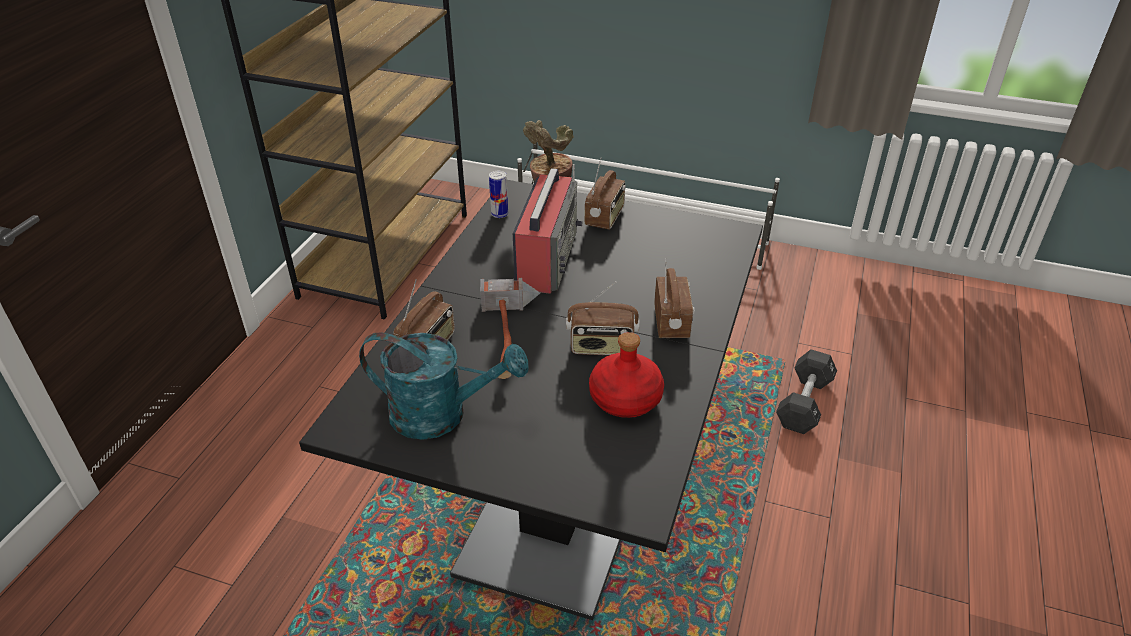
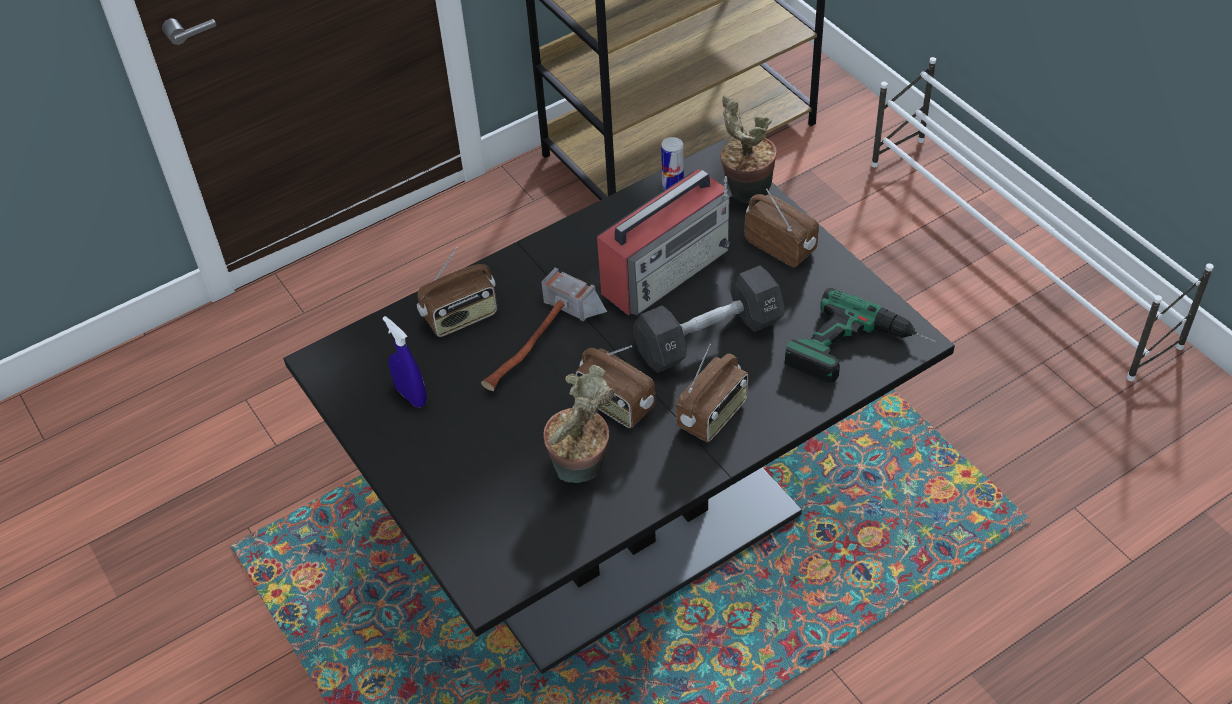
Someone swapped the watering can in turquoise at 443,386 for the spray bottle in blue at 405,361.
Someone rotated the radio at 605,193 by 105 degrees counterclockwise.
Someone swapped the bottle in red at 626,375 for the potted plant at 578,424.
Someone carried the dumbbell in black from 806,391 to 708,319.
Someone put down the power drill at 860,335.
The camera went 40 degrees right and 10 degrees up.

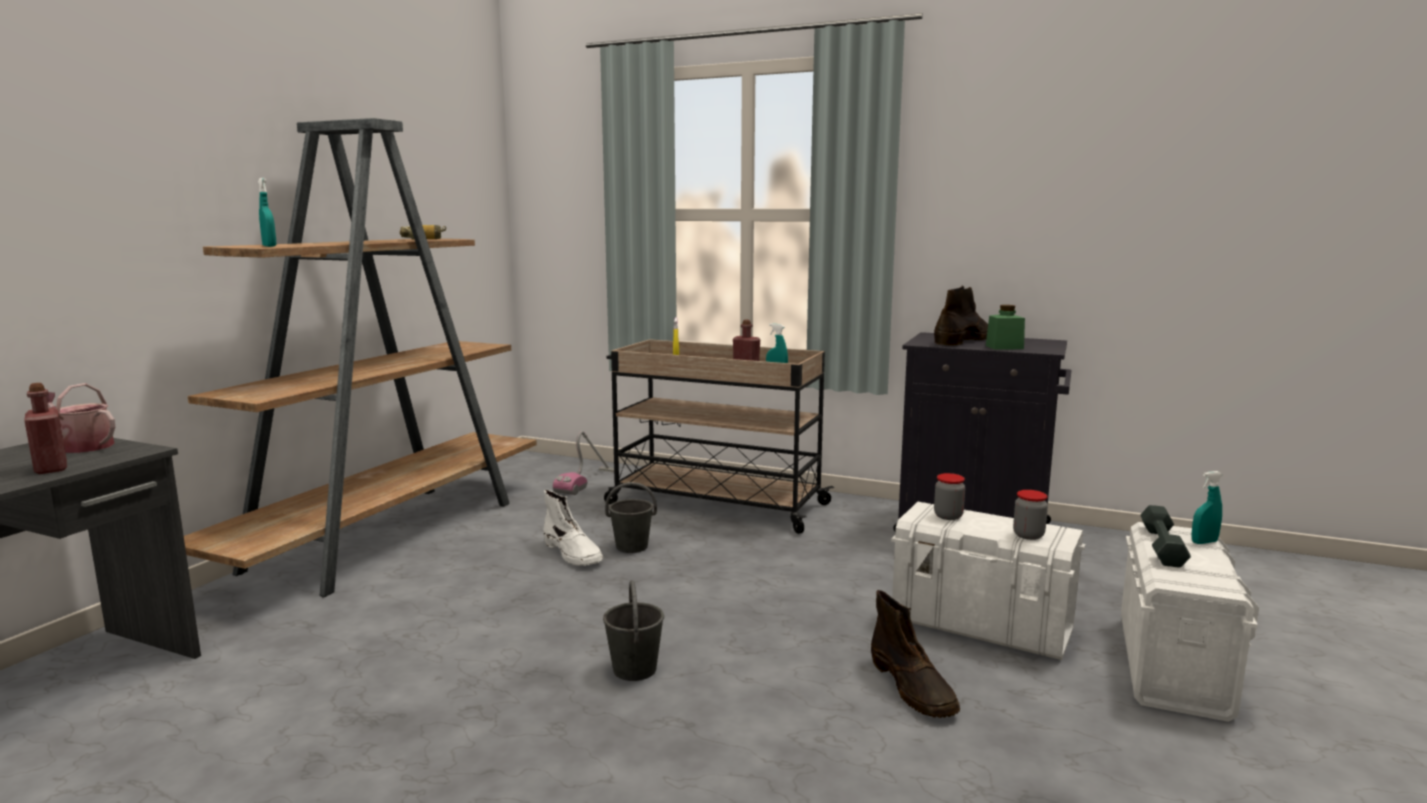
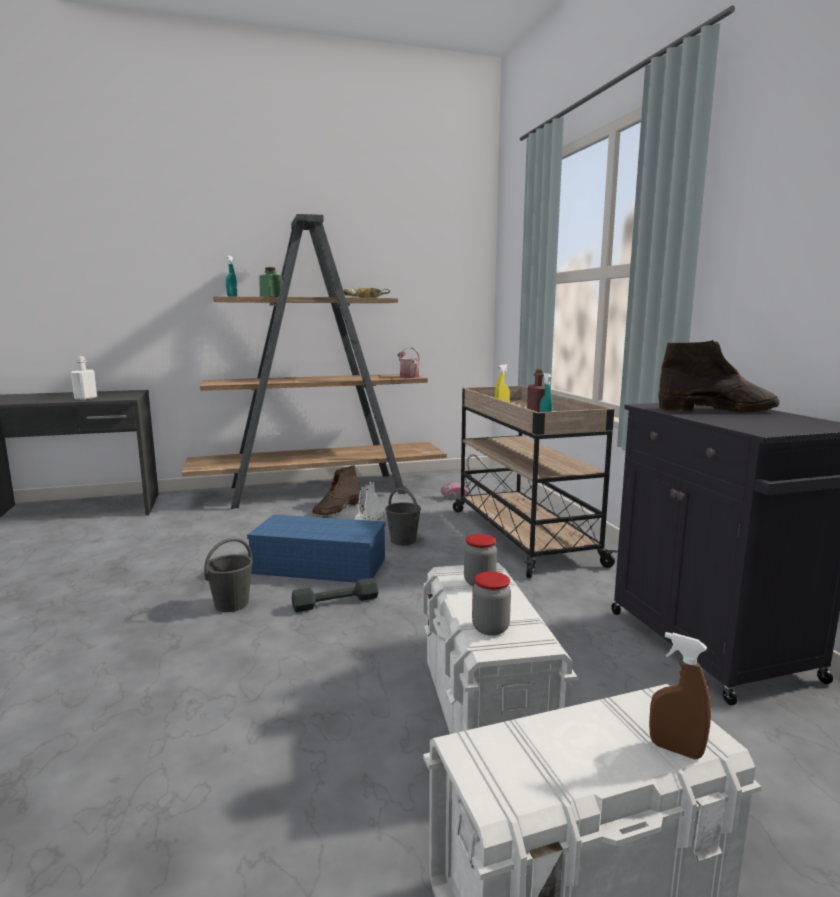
Someone repainted the bottle in red at 45,428, which became the bottle in white at 84,378.
Someone carried the watering can from 80,418 to 409,363.
Someone carried the boot in brown from 915,654 to 336,490.
Someone carried the jar in green from 1005,327 to 271,282.
Someone carried the dumbbell in grey from 1166,536 to 335,595.
Someone repainted the spray bottle in turquoise at 1207,507, which became the spray bottle in brown at 680,695.
Someone put down the storage box in blue at 316,548.
The camera went 50 degrees right and 0 degrees up.

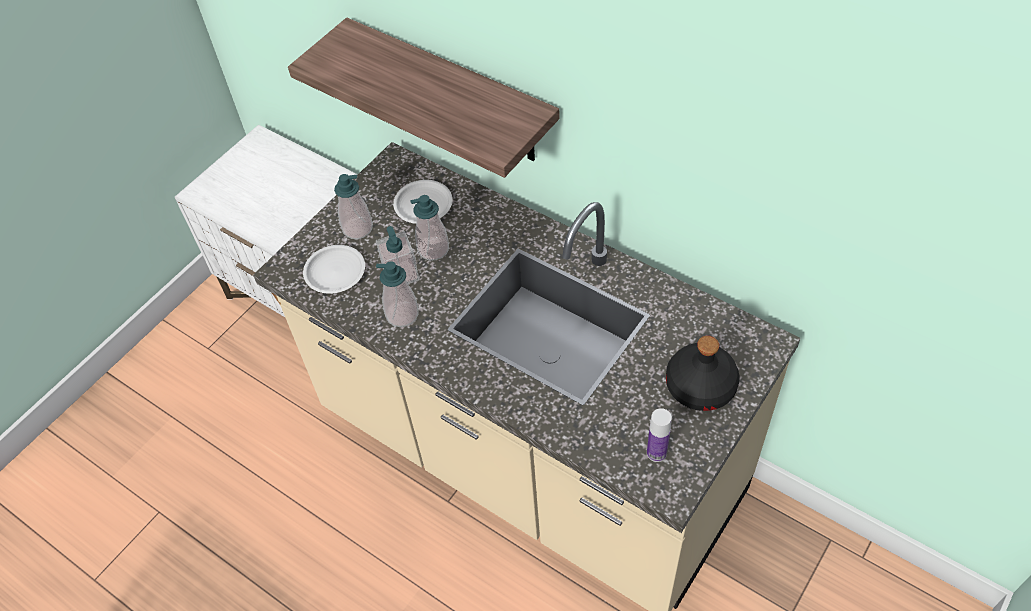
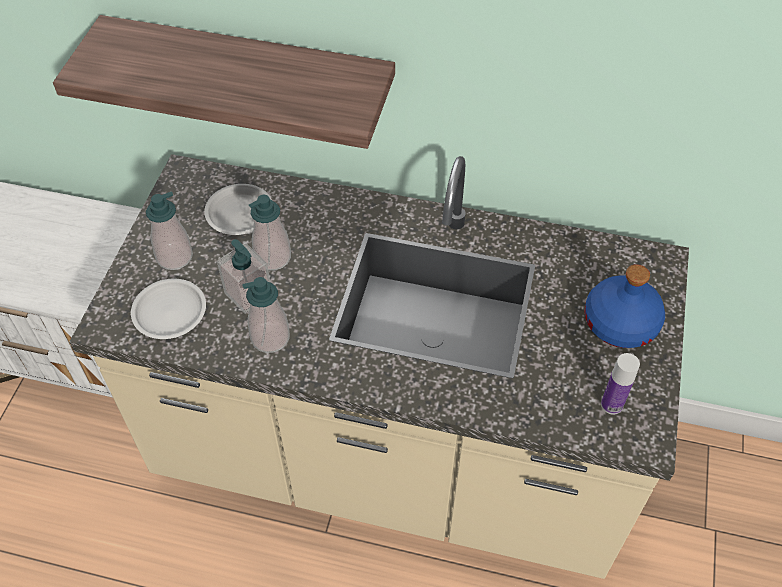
Someone repainted the bottle in black at 703,373, which became the bottle in blue at 624,306.
The camera went 25 degrees left and 0 degrees up.

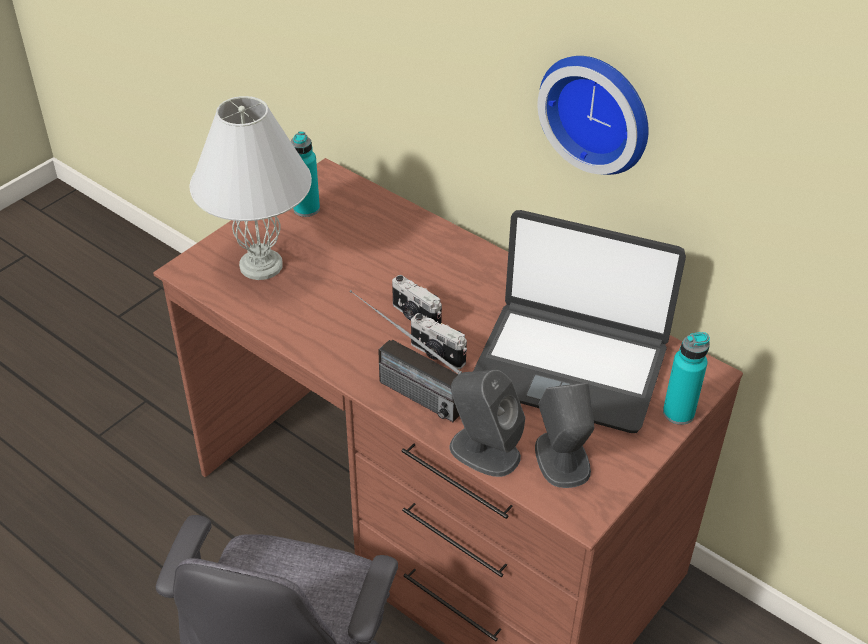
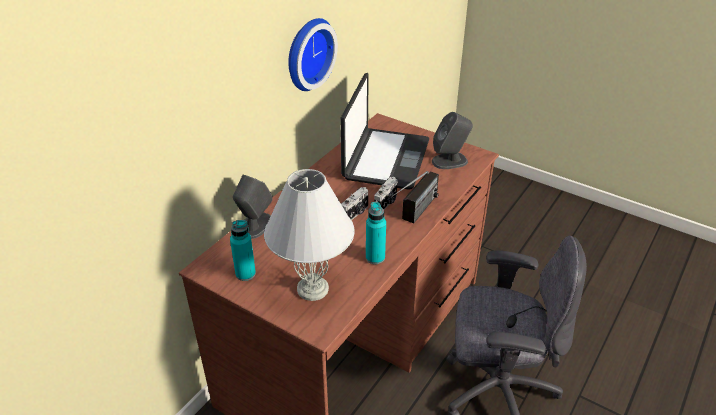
Someone carried the speaker in grey from 487,423 to 253,207.
Someone carried the bottle in turquoise from 686,378 to 376,233.
The camera went 95 degrees left and 5 degrees down.

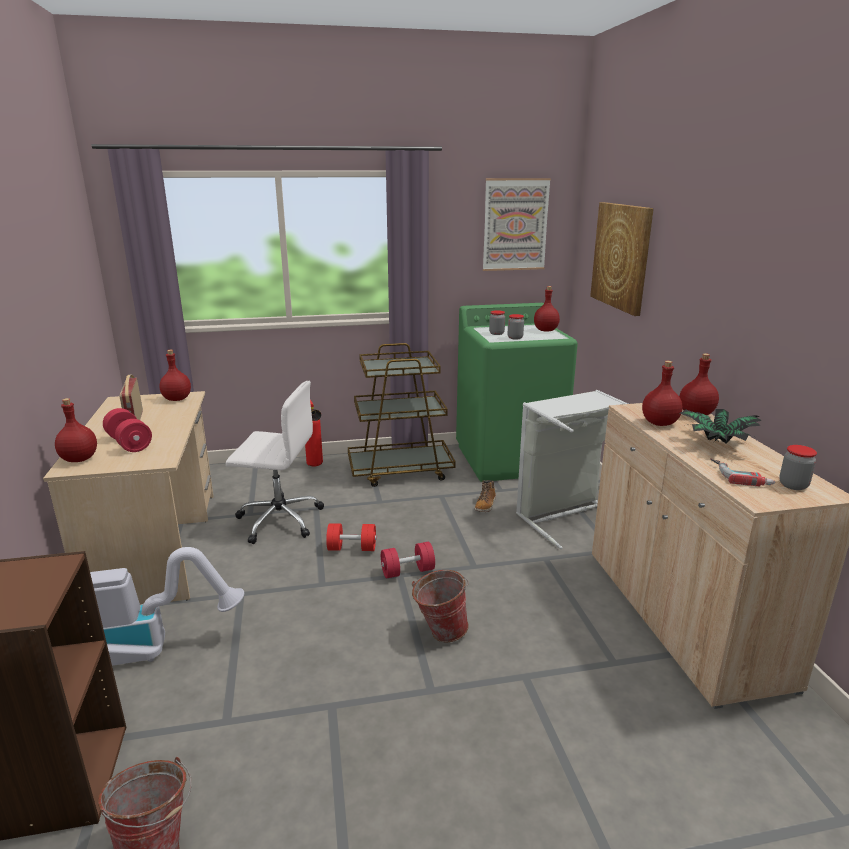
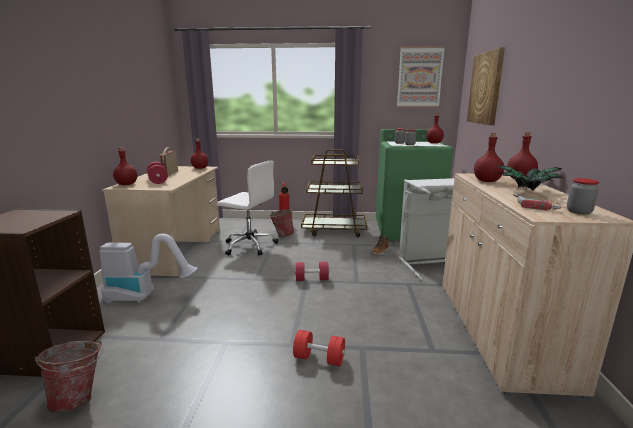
Someone carried the dumbbell in red from 351,537 to 319,348.
Someone carried the bucket from 440,606 to 281,223.
The camera went 15 degrees right and 5 degrees down.

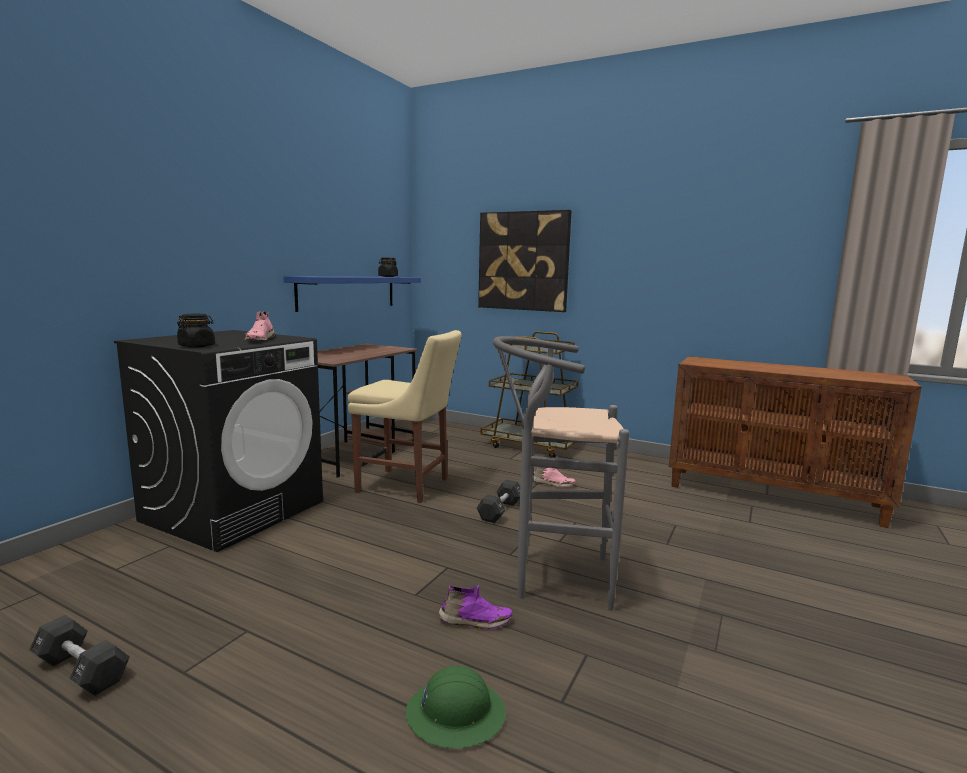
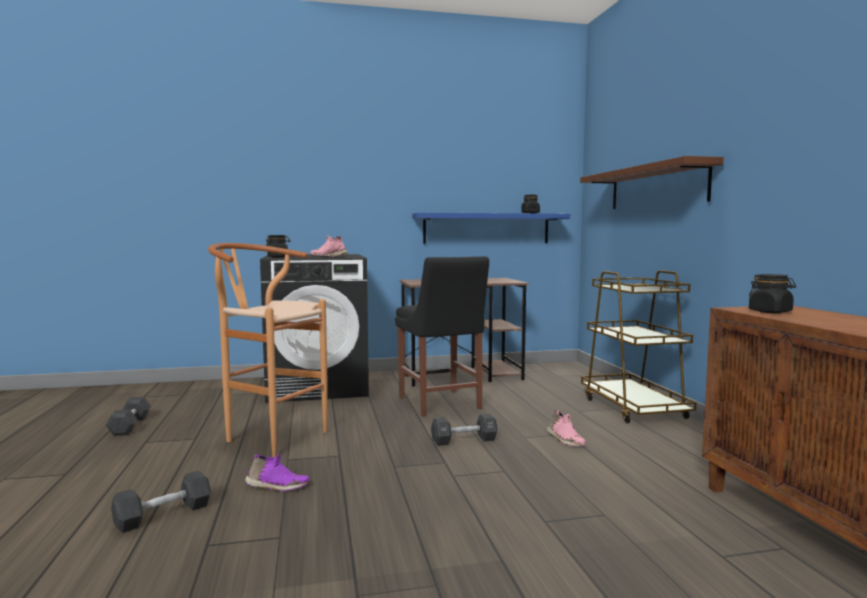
Someone repainted the chair in beige at 405,416, which became the chair in black at 442,336.
Someone swapped the hard hat in green at 456,707 for the dumbbell in black at 161,502.
Someone rotated the shoe in purple at 475,607 by 45 degrees counterclockwise.
Someone swapped the picture at 525,261 for the shelf in brown at 652,182.
Someone took away the stool in grey at 561,473.
Someone put down the stool in brown at 268,350.
Someone put down the jar in black at 772,293.
The camera went 50 degrees right and 5 degrees down.

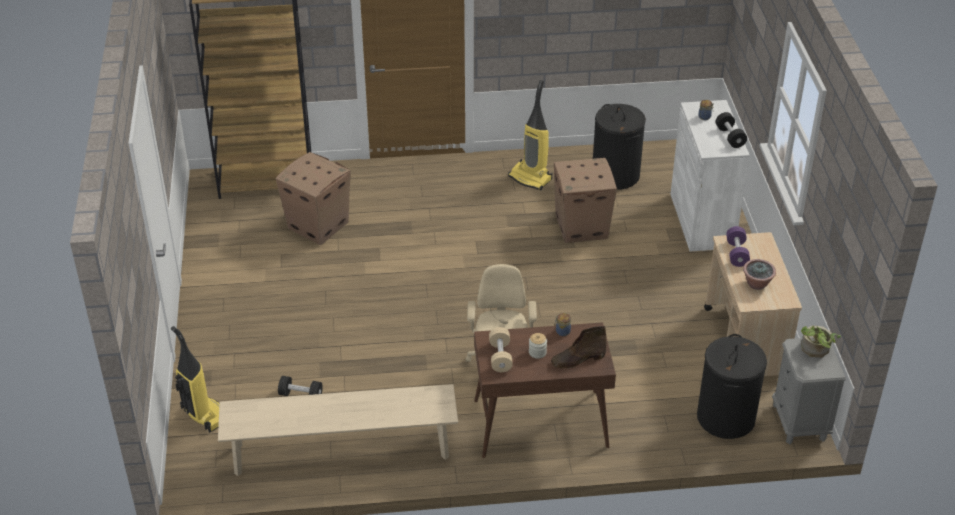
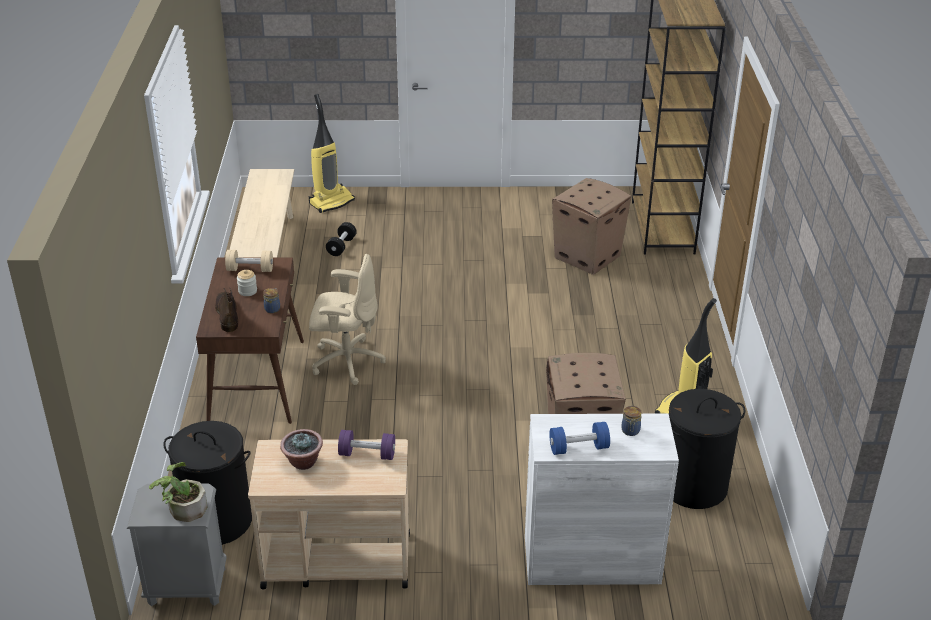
Someone repainted the dumbbell in black at 731,130, which became the dumbbell in blue at 579,438.
The camera went 95 degrees right and 5 degrees down.

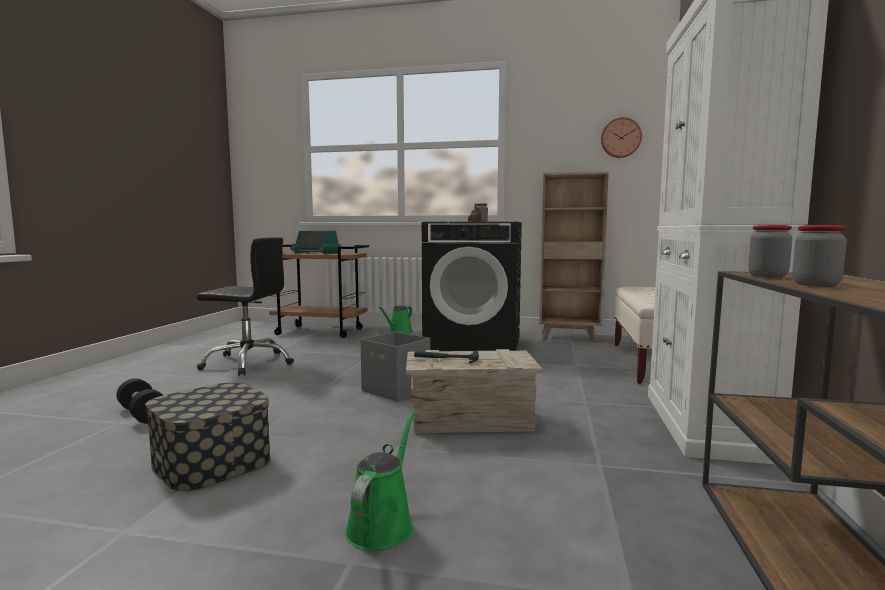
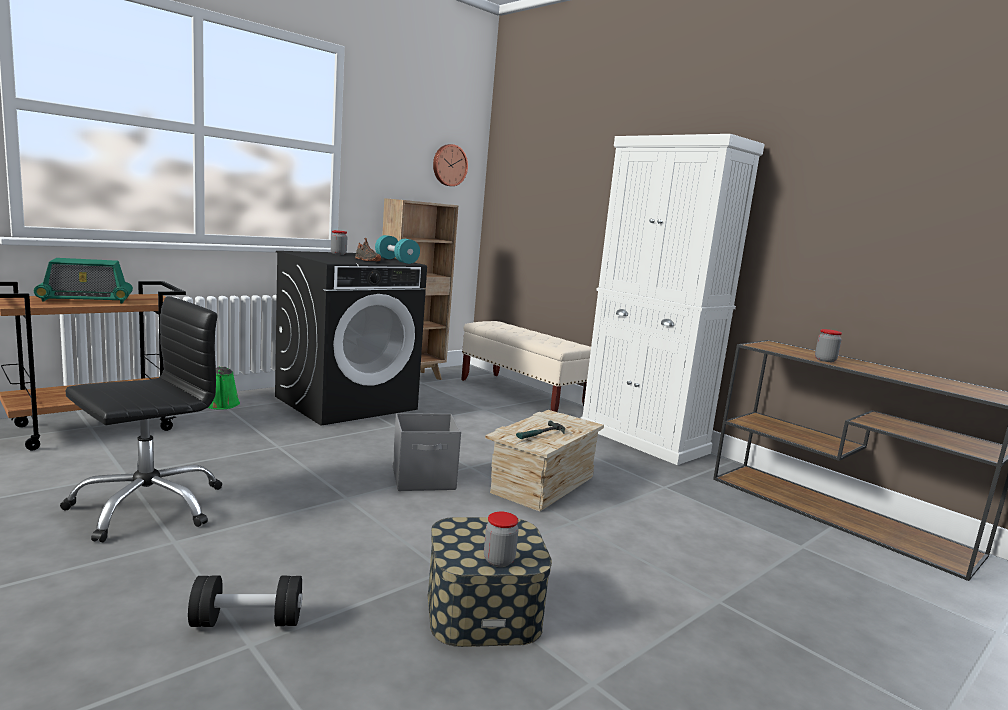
Someone took away the watering can in green at 379,482.
Someone carried the jar from 770,251 to 501,539.
Someone put down the dumbbell in turquoise at 397,249.
The camera went 55 degrees left and 5 degrees up.

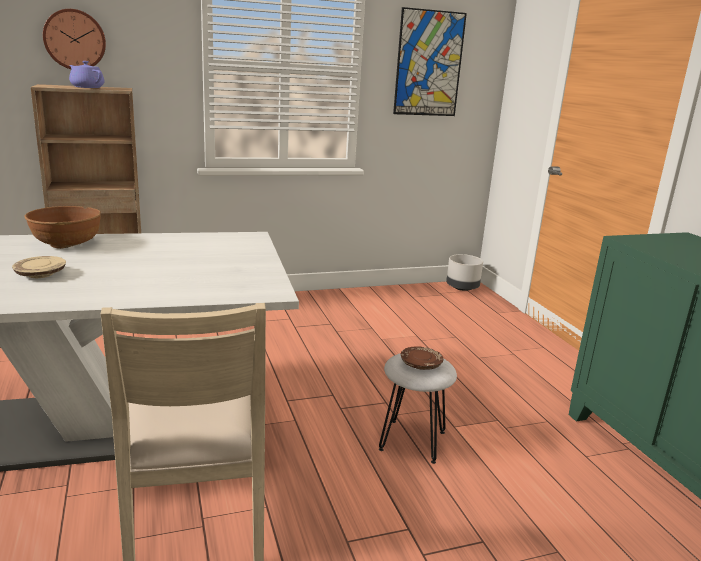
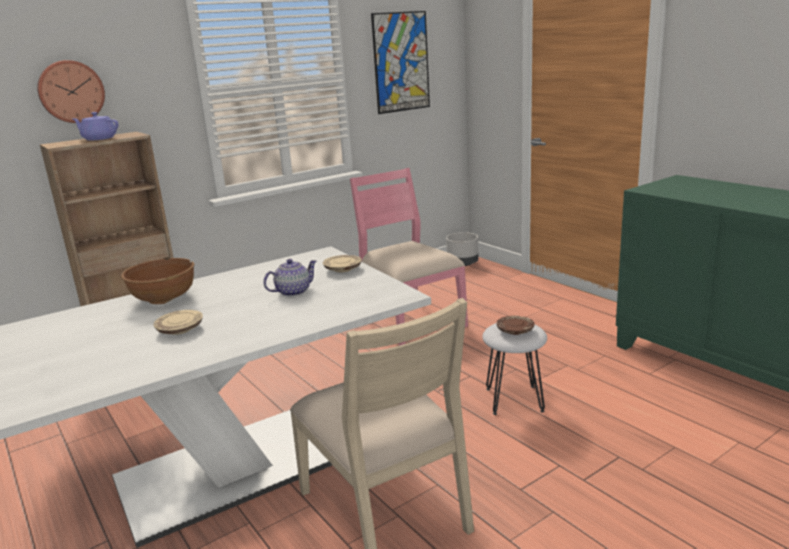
Someone put down the teapot at 290,277.
Someone put down the plate in beige at 342,263.
Someone put down the chair in pink at 409,257.
The camera went 15 degrees left and 0 degrees up.

